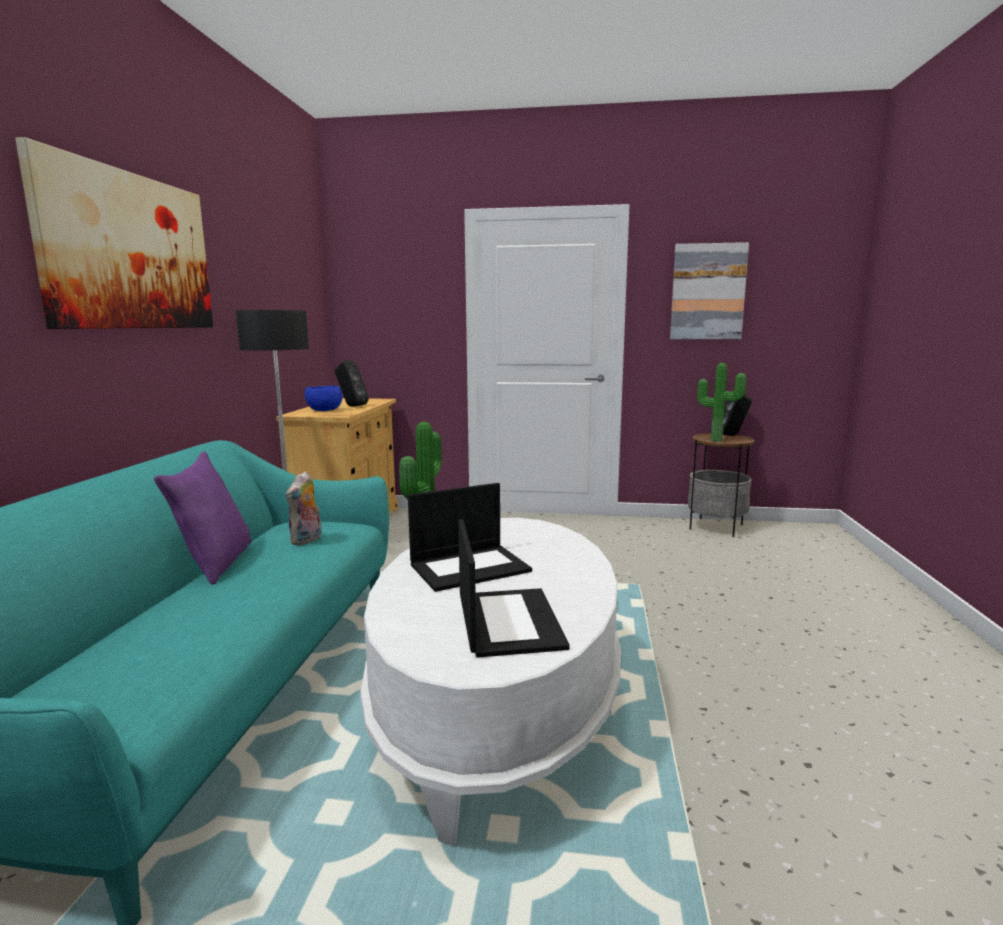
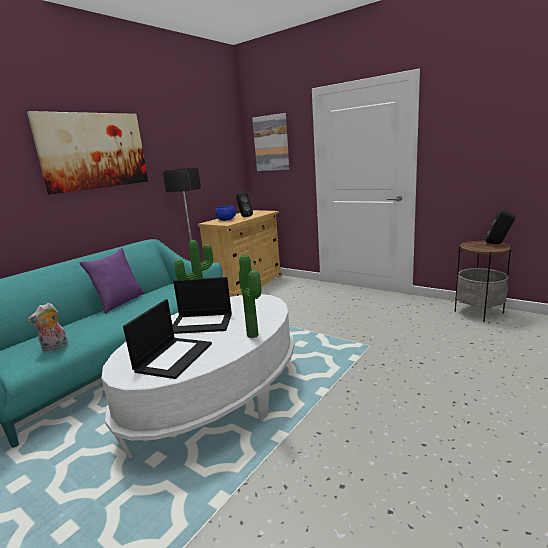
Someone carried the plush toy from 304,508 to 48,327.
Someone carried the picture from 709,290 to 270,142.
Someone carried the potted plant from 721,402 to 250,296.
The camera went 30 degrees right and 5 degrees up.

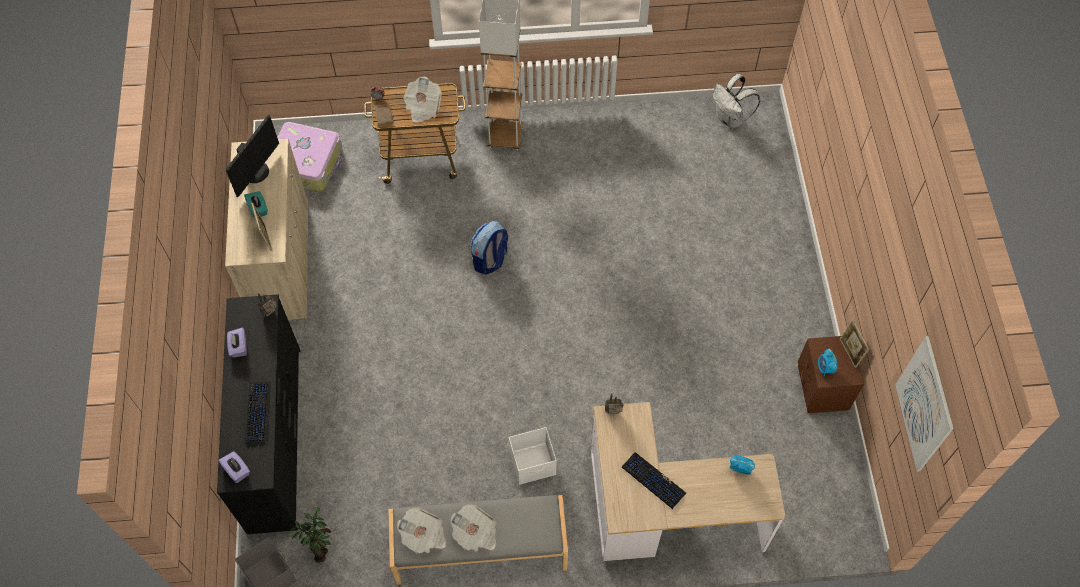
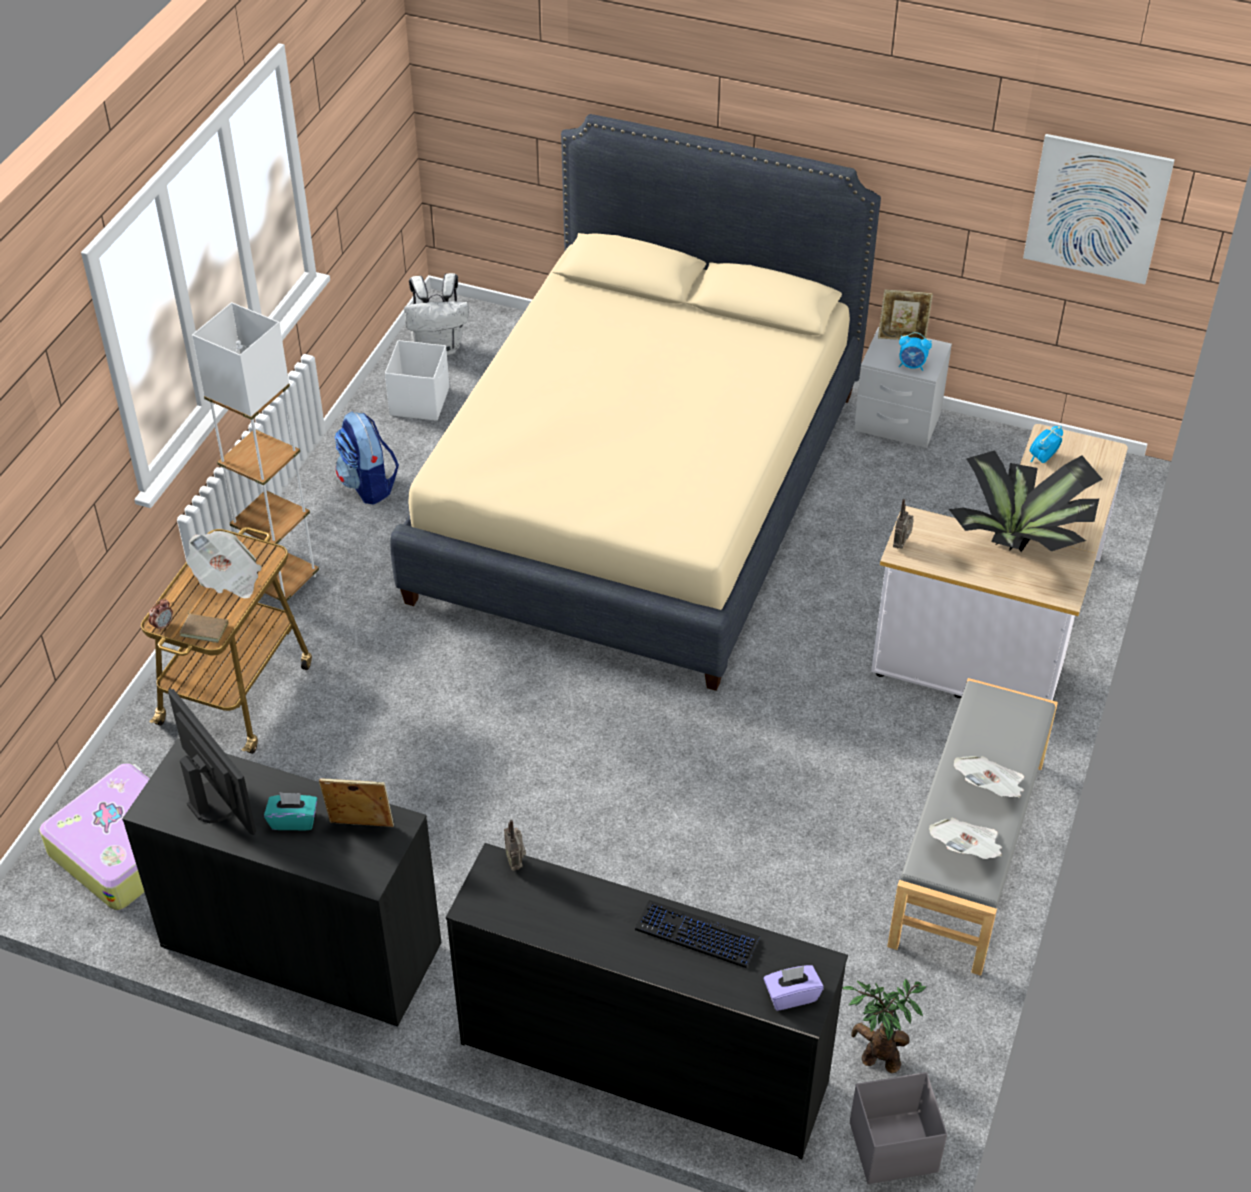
Someone repainted the cabinet in beige at 266,229, which became the cabinet in black at 281,883.
Someone took away the tissue box in purple at 237,343.
Someone carried the backpack from 489,248 to 367,458.
Someone carried the storage box in white from 533,456 to 417,380.
Someone swapped the keyboard at 654,480 for the potted plant at 1026,501.
Someone repainted the nightstand in brown at 831,374, which became the nightstand in grey at 903,387.
Someone put down the bed in beige at 635,402.
The camera went 65 degrees left and 15 degrees down.

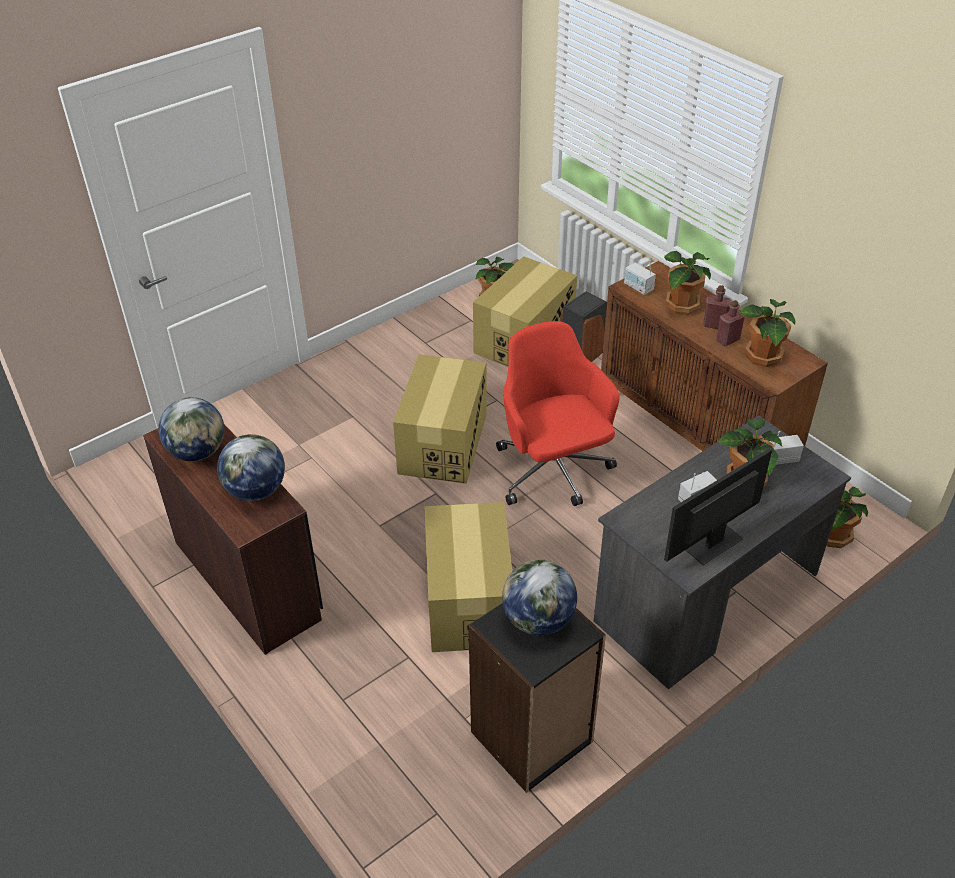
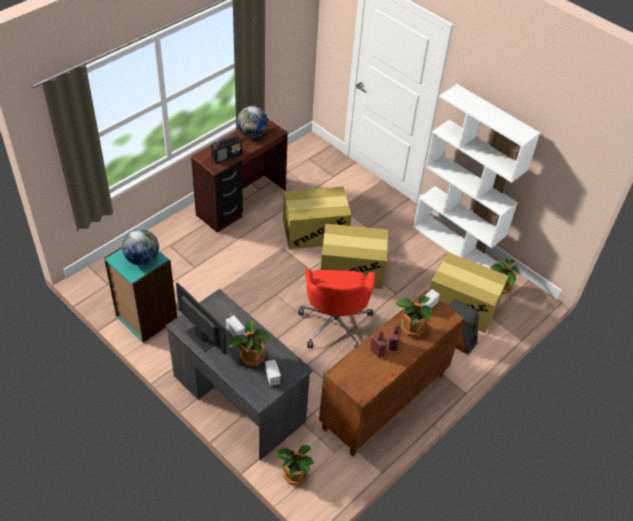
Someone swapped the globe at 251,467 for the radio at 226,150.
Someone carried the cardboard box from 468,577 to 317,218.
Someone repainted the bookcase in black at 537,698, which became the bookcase in turquoise at 140,295.
Someone rotated the office chair in red at 558,413 by 120 degrees clockwise.
Someone took away the potted plant at 767,333.
Someone put down the bookcase in white at 476,176.
The camera went 80 degrees right and 5 degrees up.

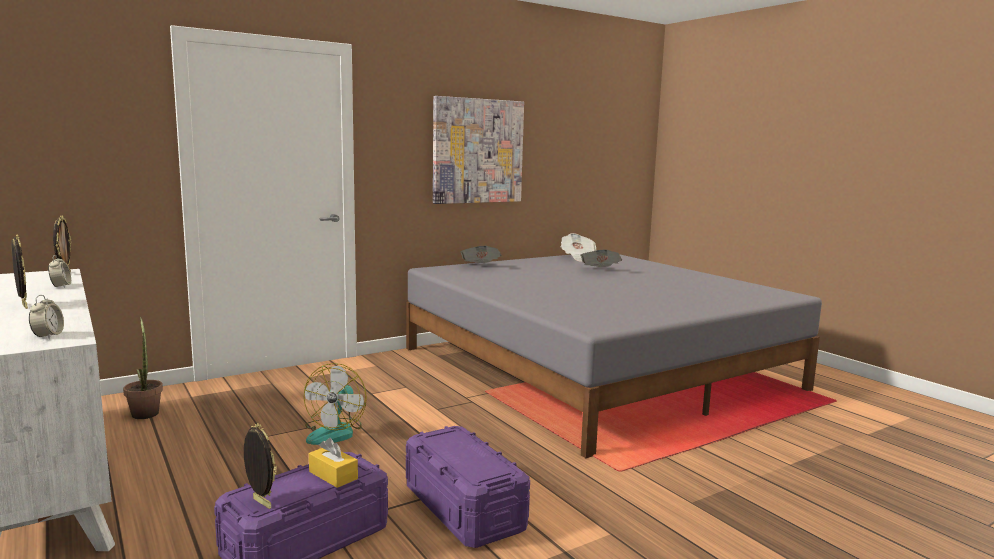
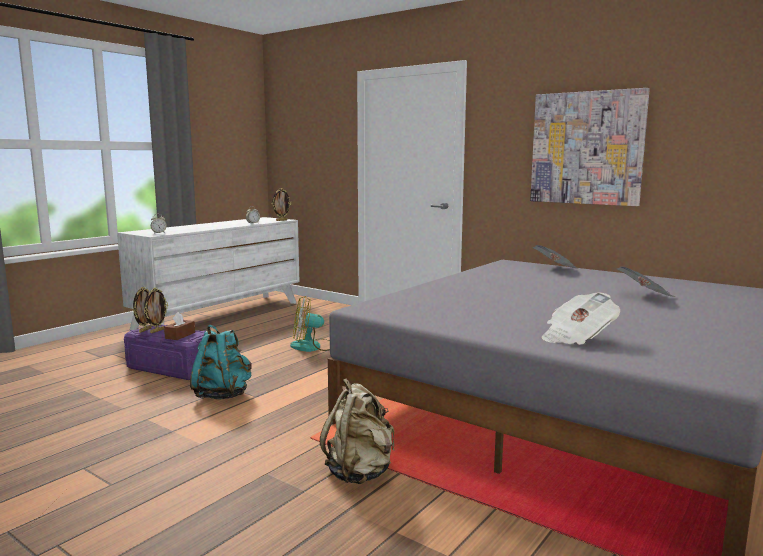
Someone carried the picture frame from 19,271 to 156,310.
Someone took away the potted plant at 143,368.
Someone repainted the tissue box in yellow at 333,463, which became the tissue box in brown at 179,326.
Someone swapped the storage box in purple at 468,487 for the backpack in turquoise at 221,362.
Someone carried the newspaper from 578,247 to 580,318.
Someone put down the backpack in beige at 357,431.
The camera went 70 degrees right and 0 degrees up.

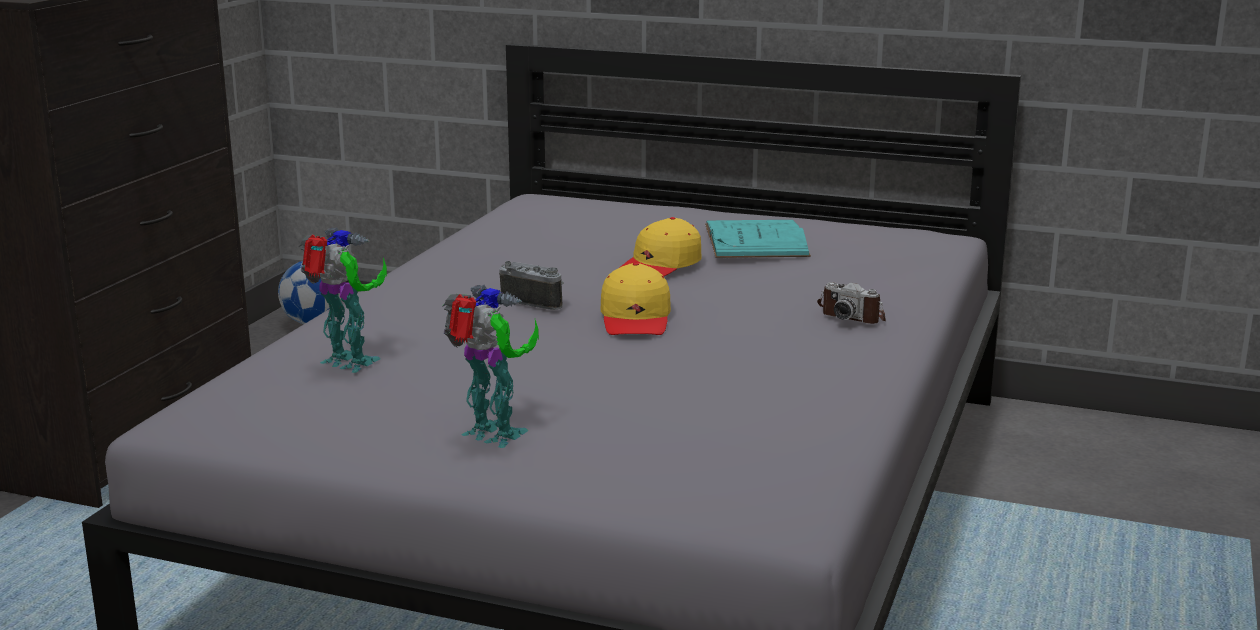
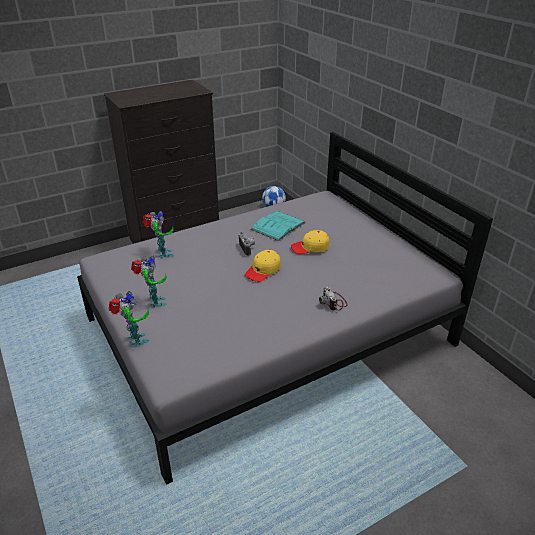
Someone carried the book in turquoise from 758,239 to 278,226.
Someone put down the toy robot at 129,320.
The camera went 40 degrees right and 15 degrees up.

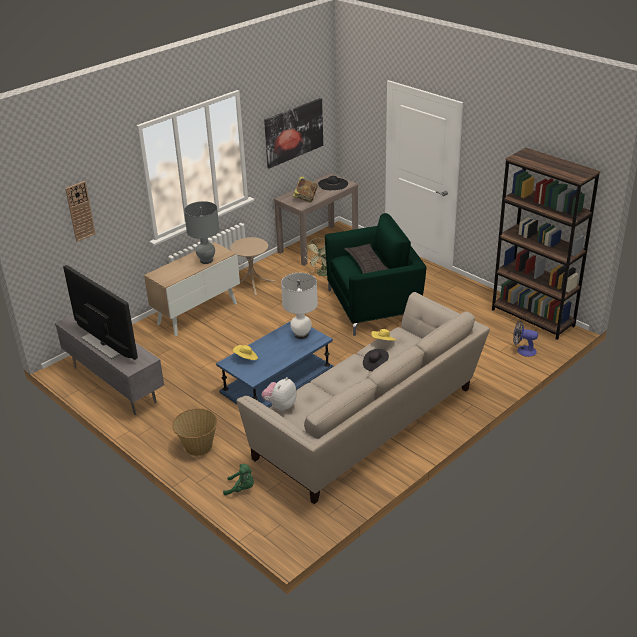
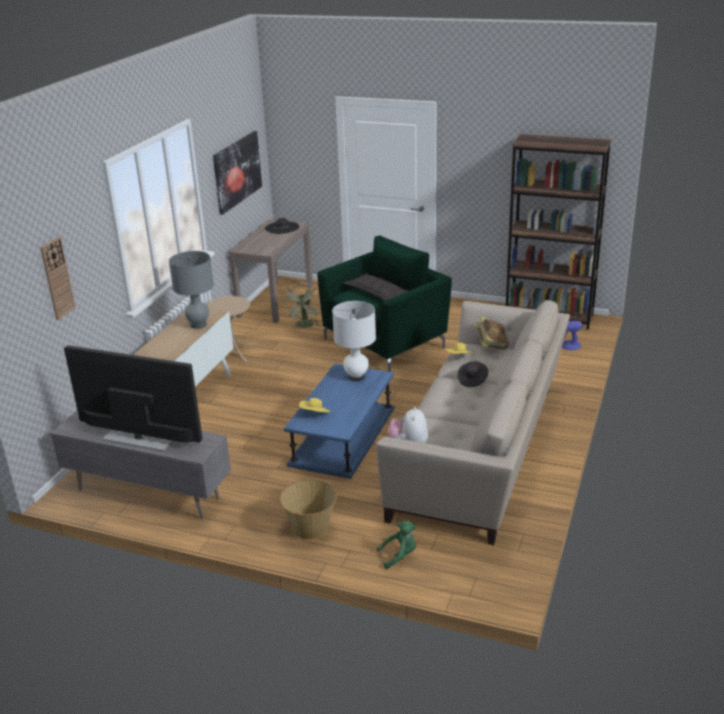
Someone carried the book from 305,189 to 492,333.
The camera went 25 degrees left and 5 degrees down.

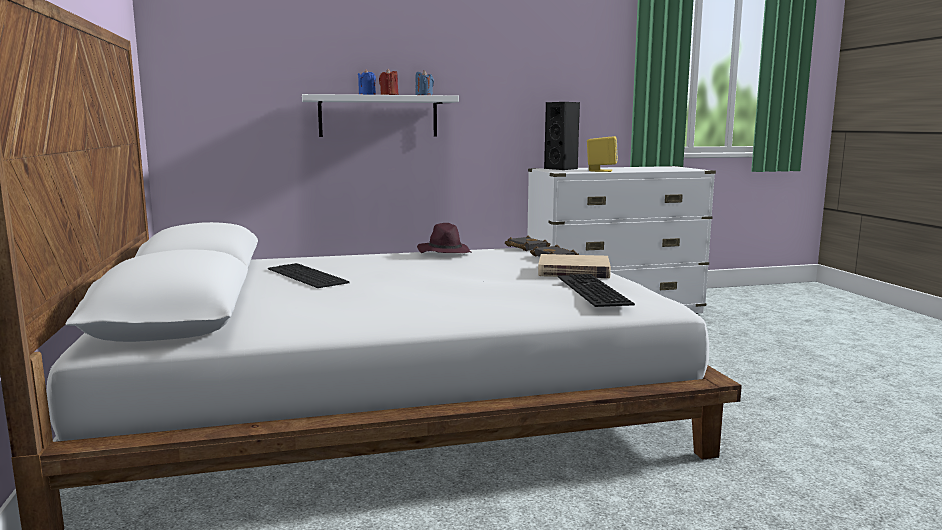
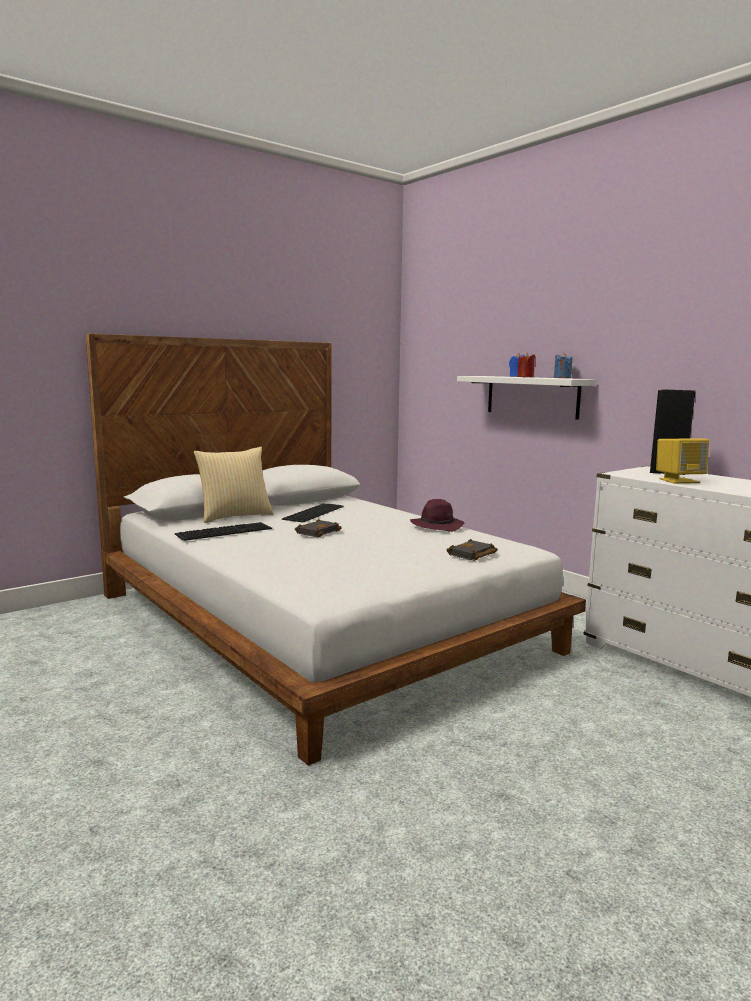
Someone carried the book in black from 528,243 to 318,528.
Someone took away the book in beige at 574,266.
Someone carried the keyboard from 596,290 to 223,531.
Someone put down the pillow at 234,485.
The camera went 65 degrees right and 0 degrees up.

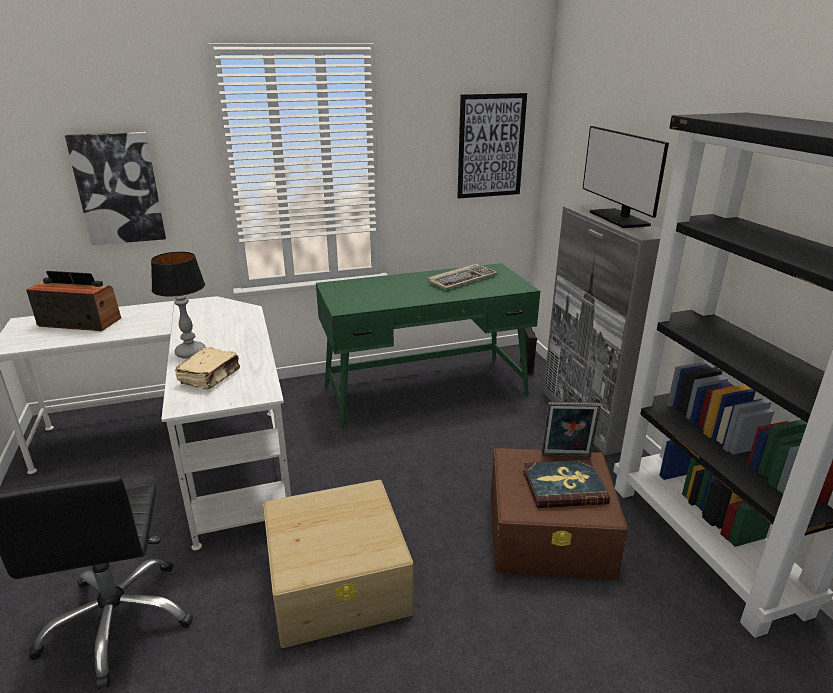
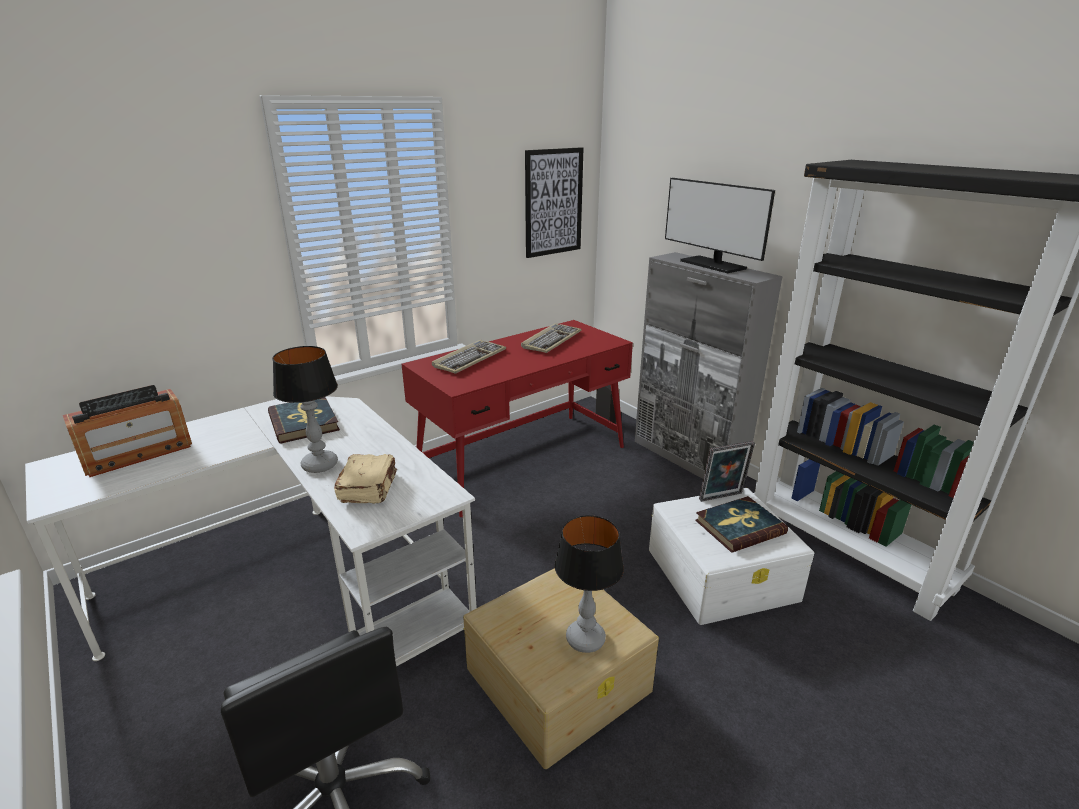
Someone rotated the radio at 73,301 by 150 degrees clockwise.
Someone took away the picture at 115,188.
Someone repainted the desk in green at 428,345, which became the desk in red at 517,418.
Someone repainted the storage box in brown at 559,513, which became the storage box in white at 731,556.
Someone put down the book at 304,420.
Someone put down the keyboard at 469,357.
Someone put down the table lamp at 589,584.
The camera went 20 degrees left and 0 degrees up.

